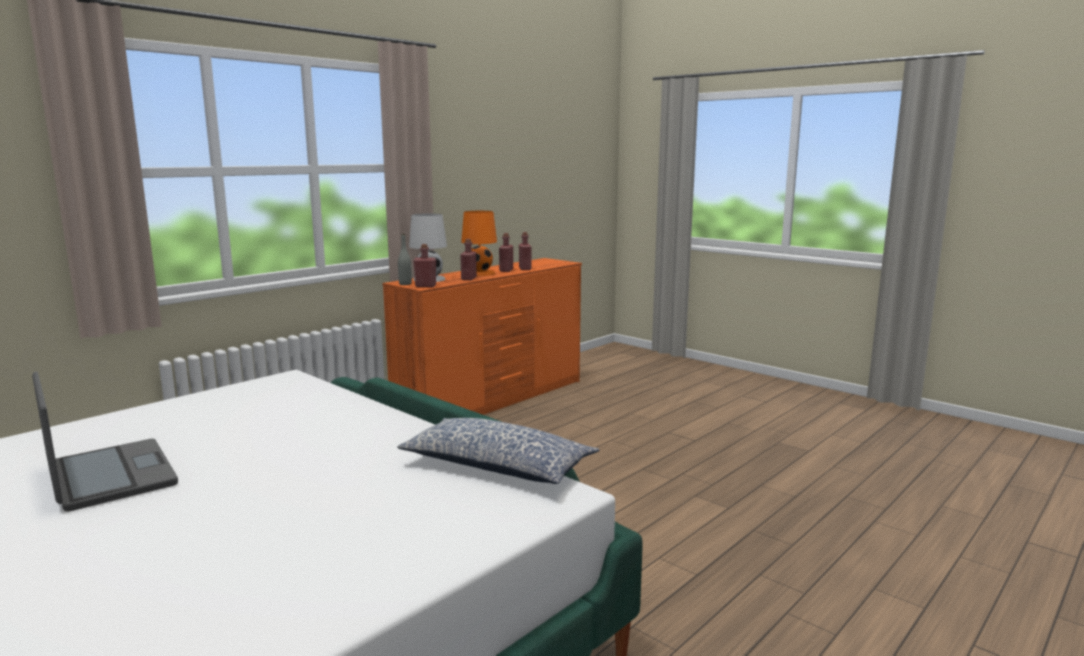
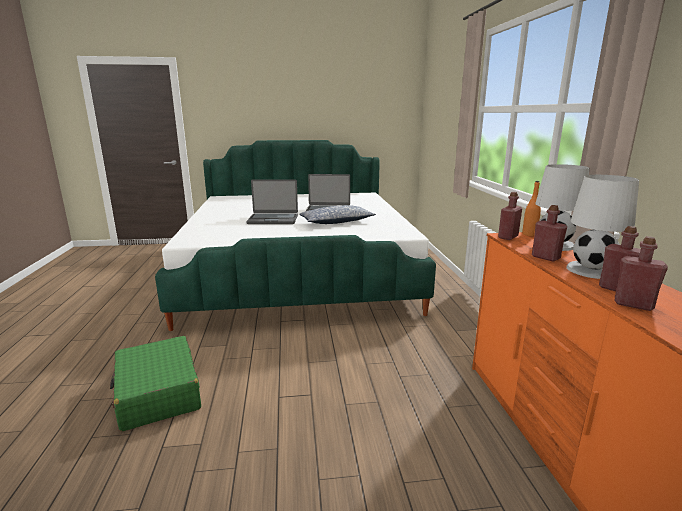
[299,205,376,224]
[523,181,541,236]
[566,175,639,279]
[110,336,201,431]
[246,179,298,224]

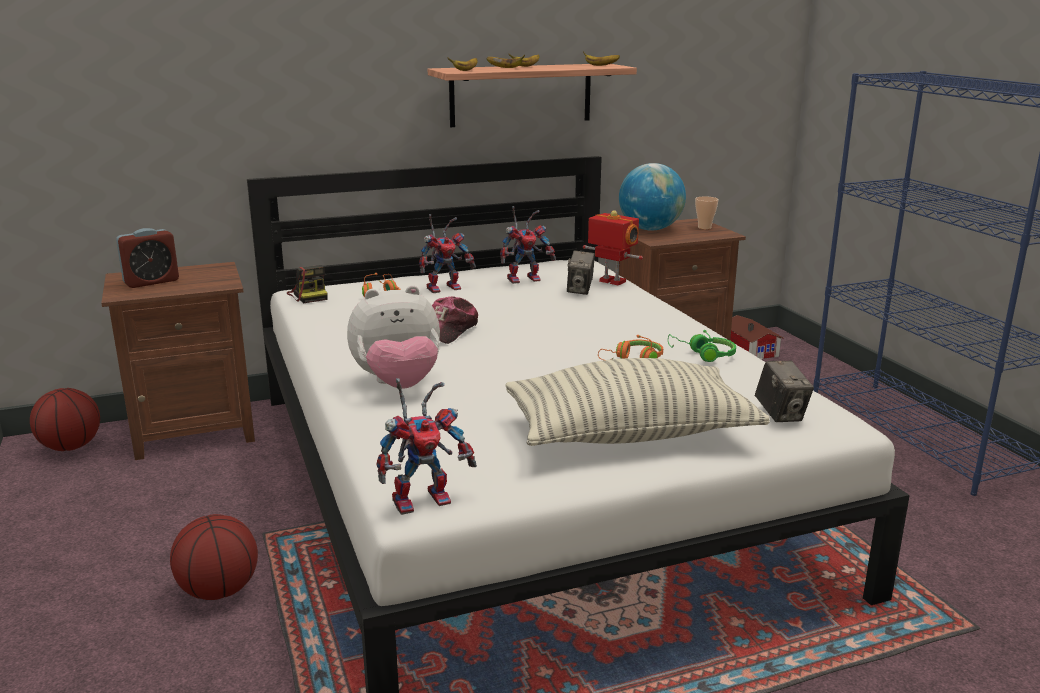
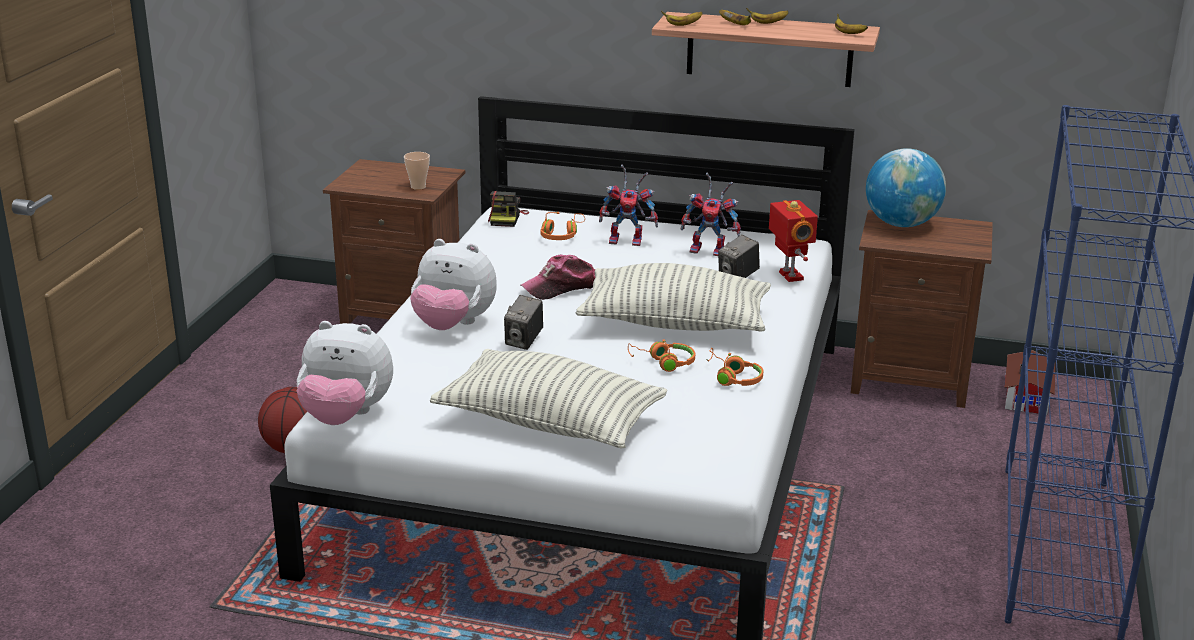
[30,388,100,451] (first image)
[116,228,179,288] (first image)
[297,321,393,425]
[707,348,763,386]
[404,152,430,190]
[504,295,543,350]
[576,263,771,332]

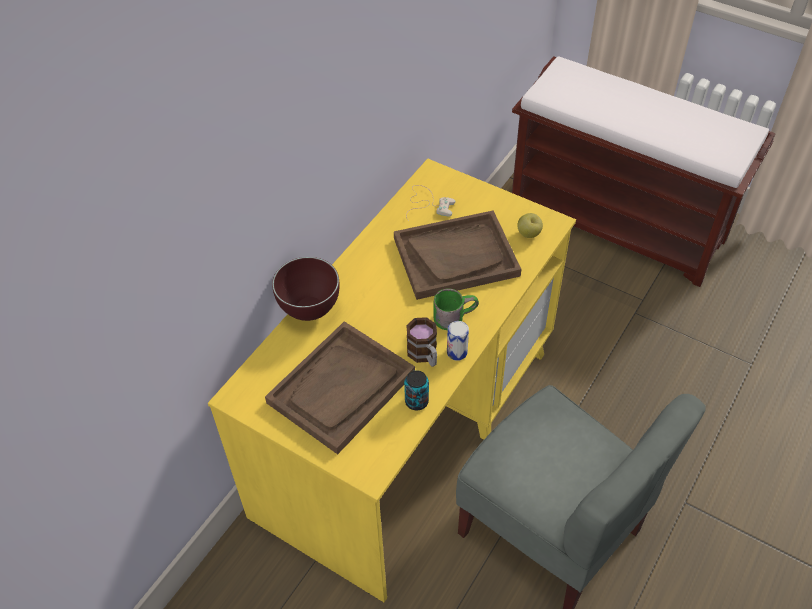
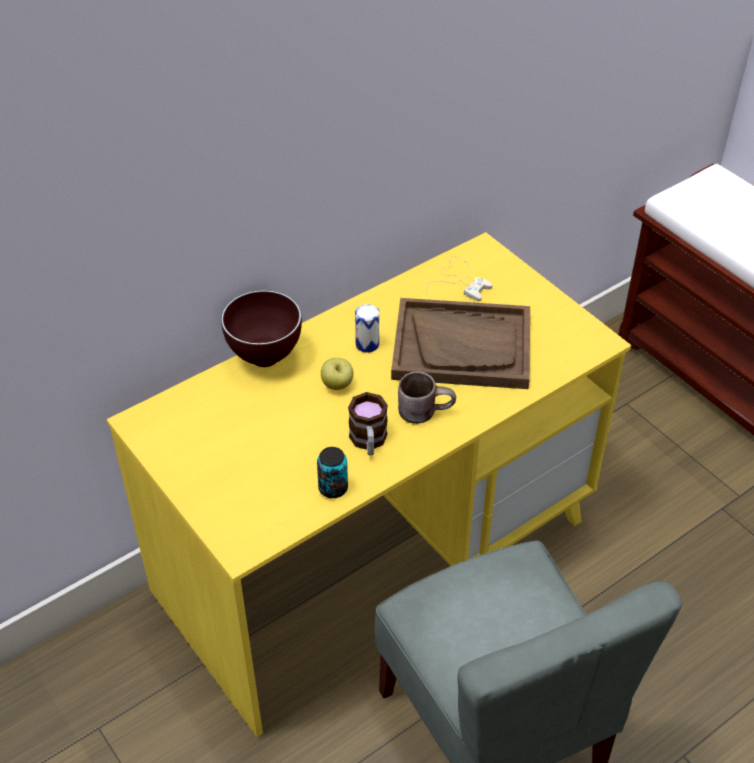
[265,321,415,454] (first image)
[398,371,456,424]
[355,304,379,353]
[321,358,353,390]

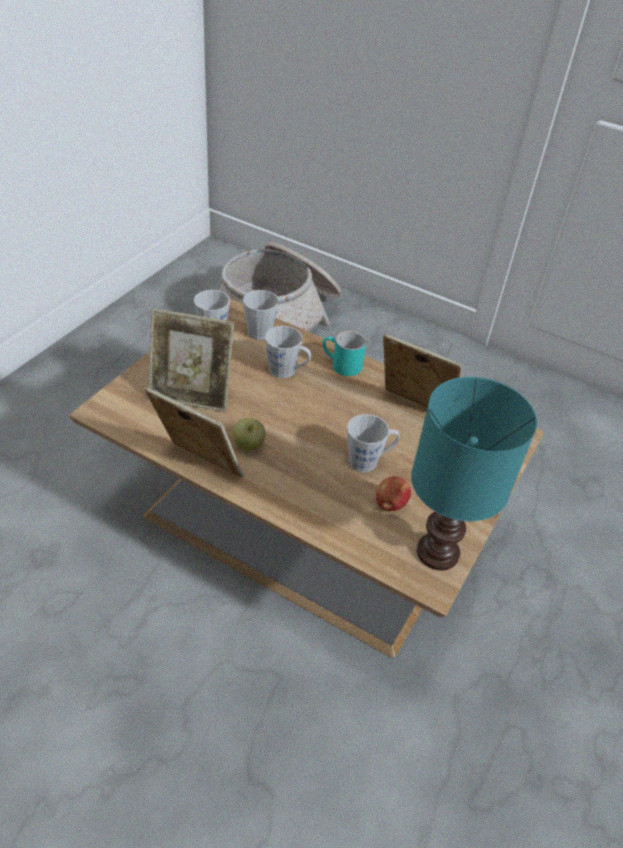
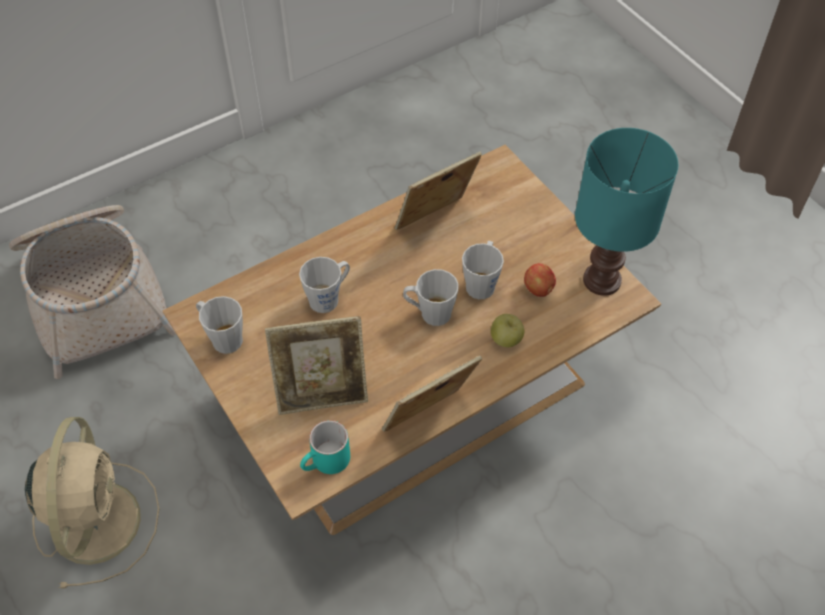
[265,316,368,415]
[491,314,524,347]
[403,269,459,326]
[300,420,350,474]
[25,417,159,589]

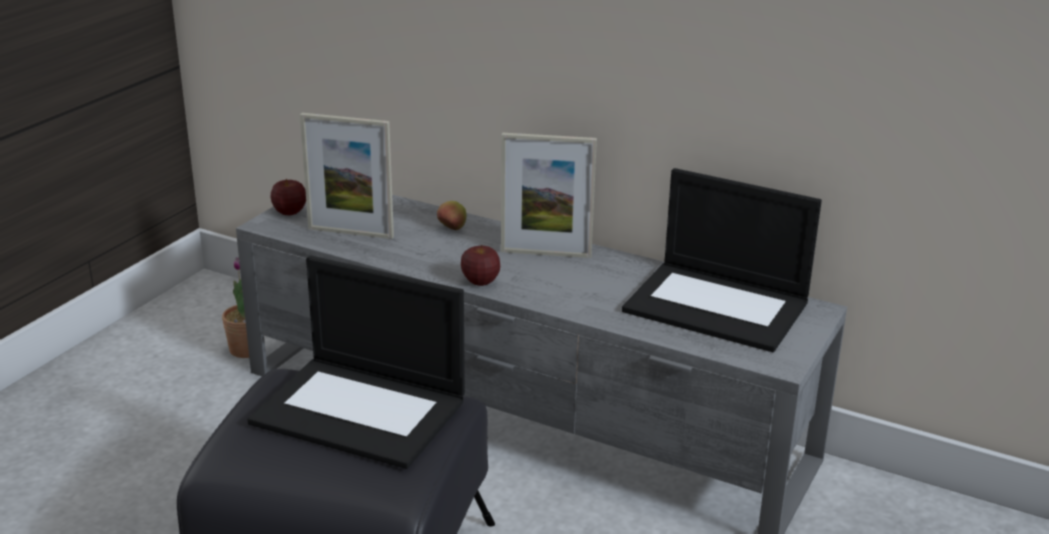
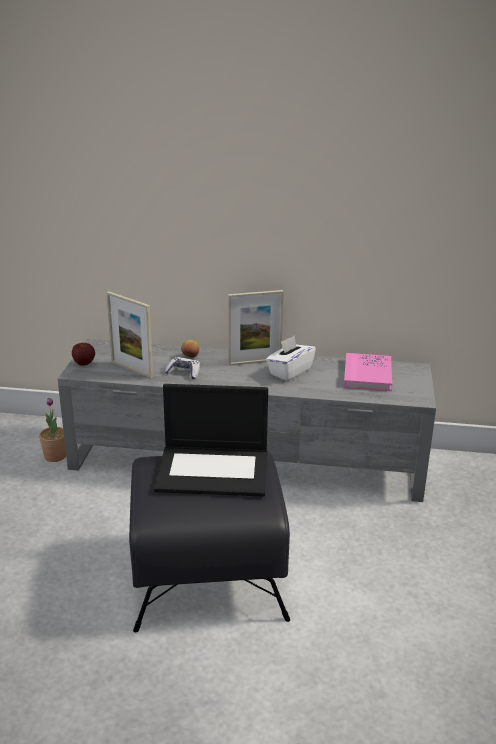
[106,291,153,378]
[461,245,500,286] (first image)
[344,353,392,391]
[165,357,200,379]
[266,335,316,381]

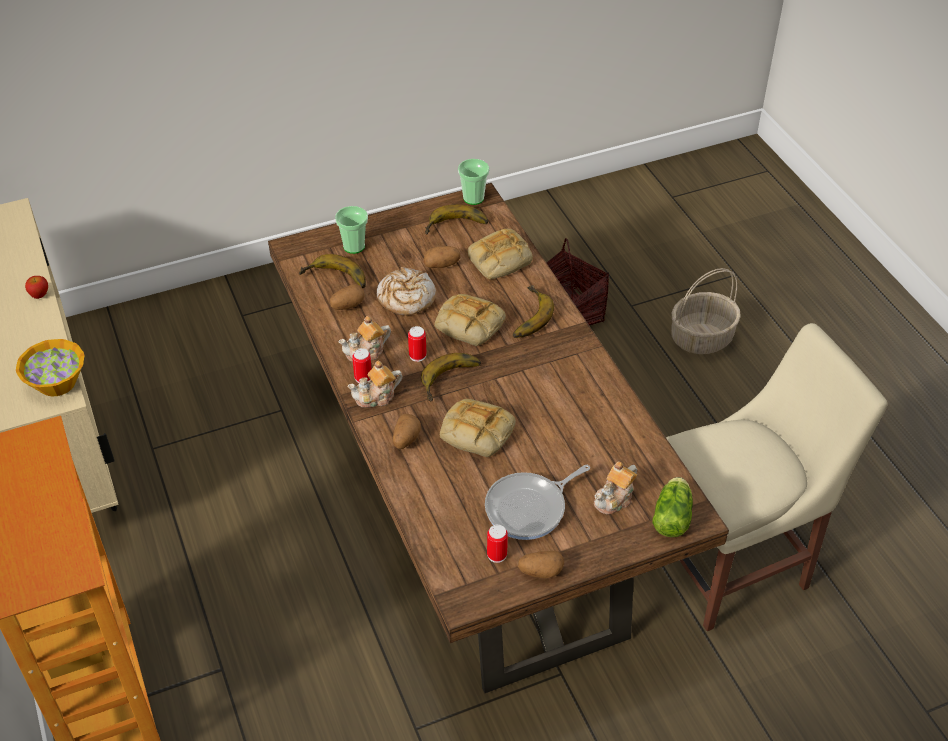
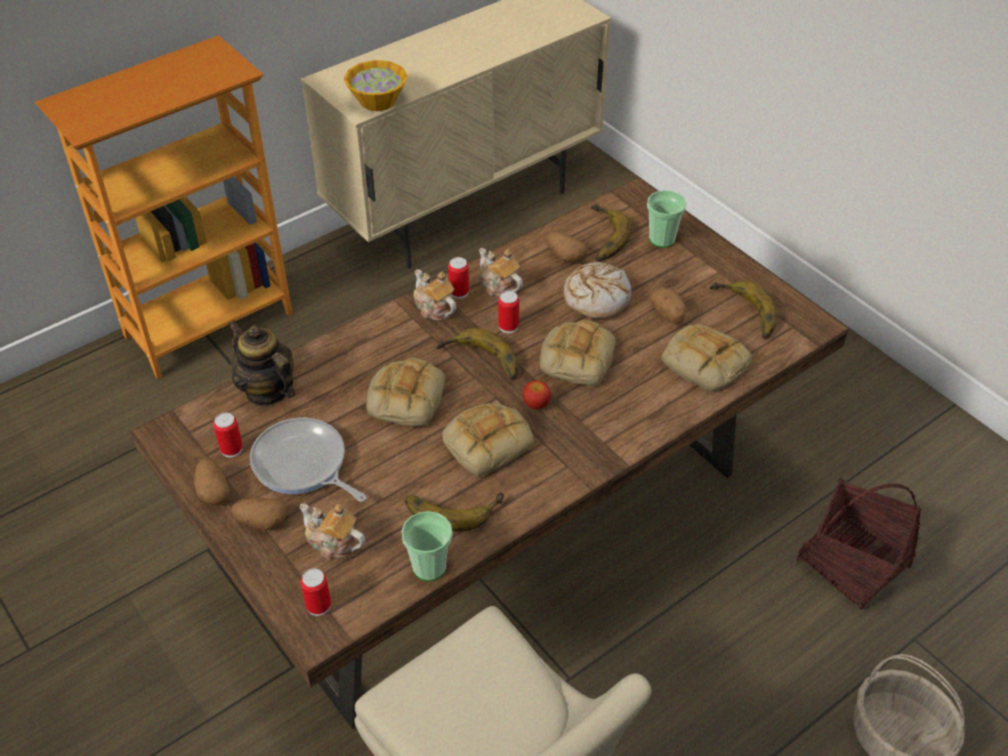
[522,380,551,410]
[232,498,288,530]
[401,511,452,581]
[405,492,504,532]
[301,569,331,616]
[228,320,295,407]
[442,403,534,477]

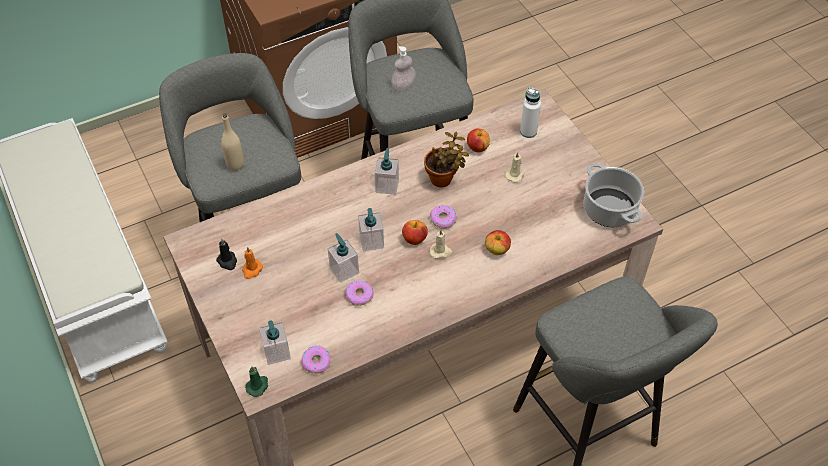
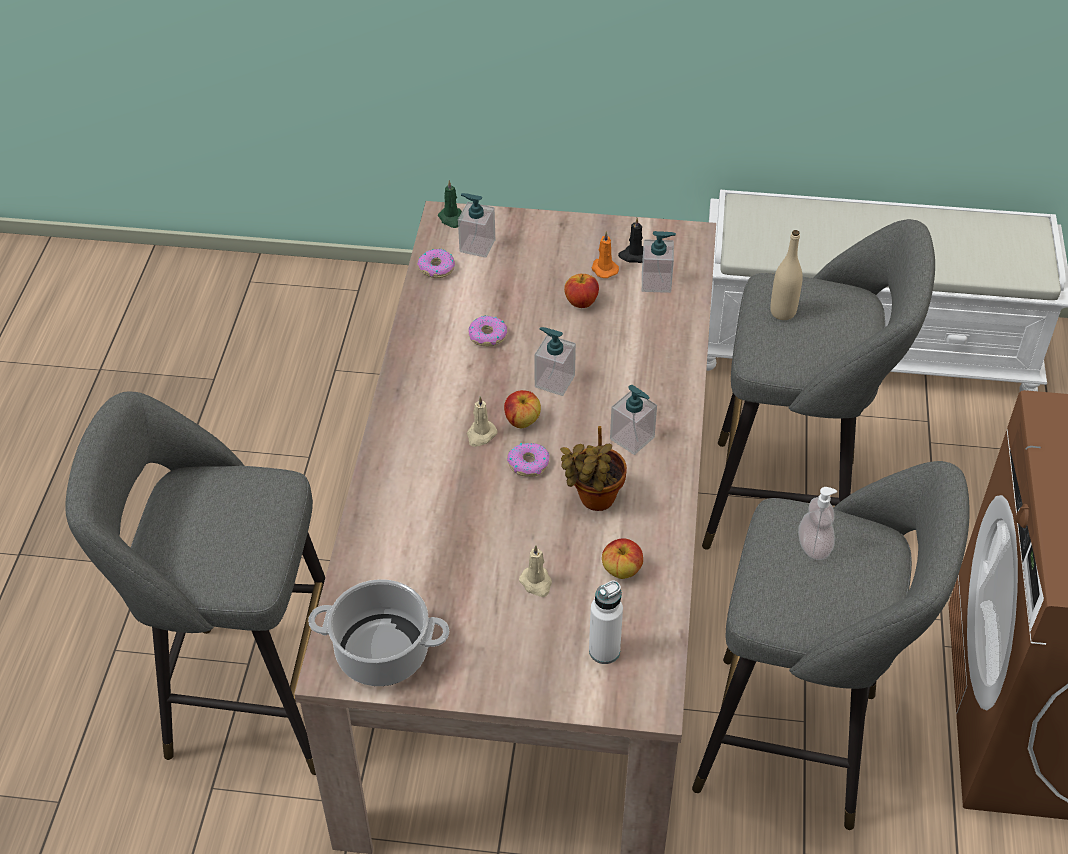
[642,231,676,293]
[564,274,599,308]

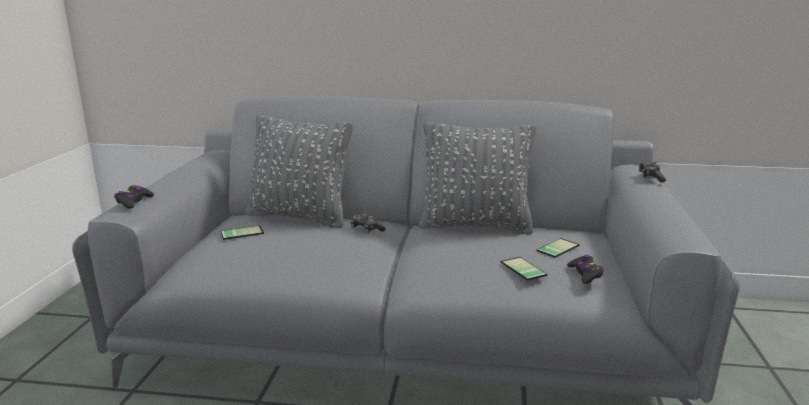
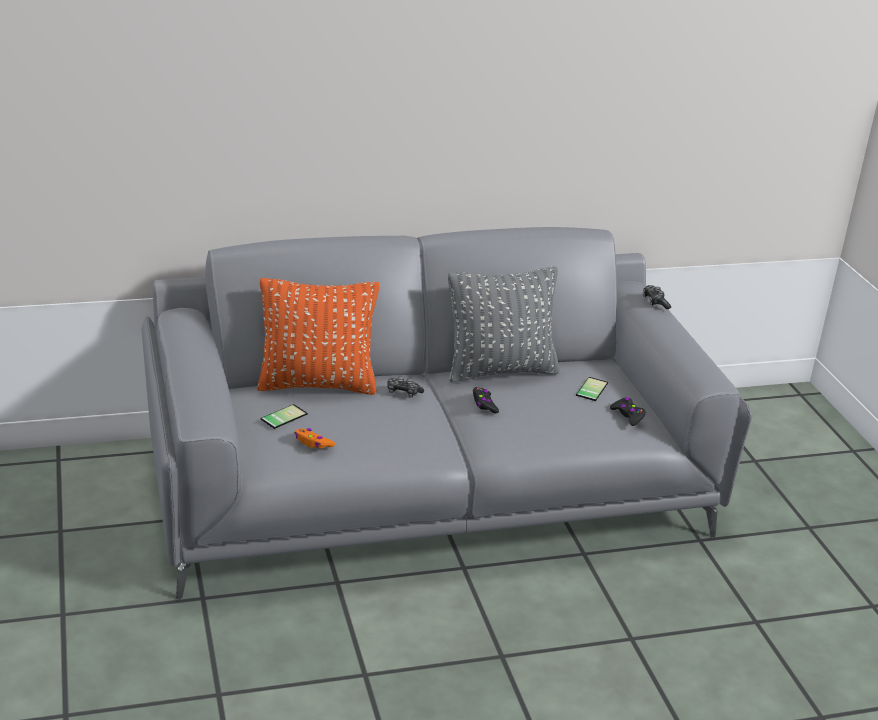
[473,387,499,413]
[257,278,379,395]
[501,257,547,281] (first image)
[295,428,335,449]

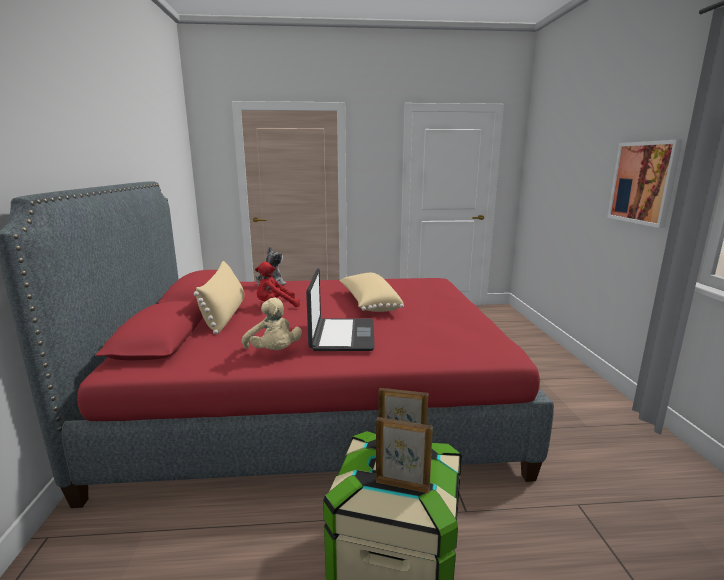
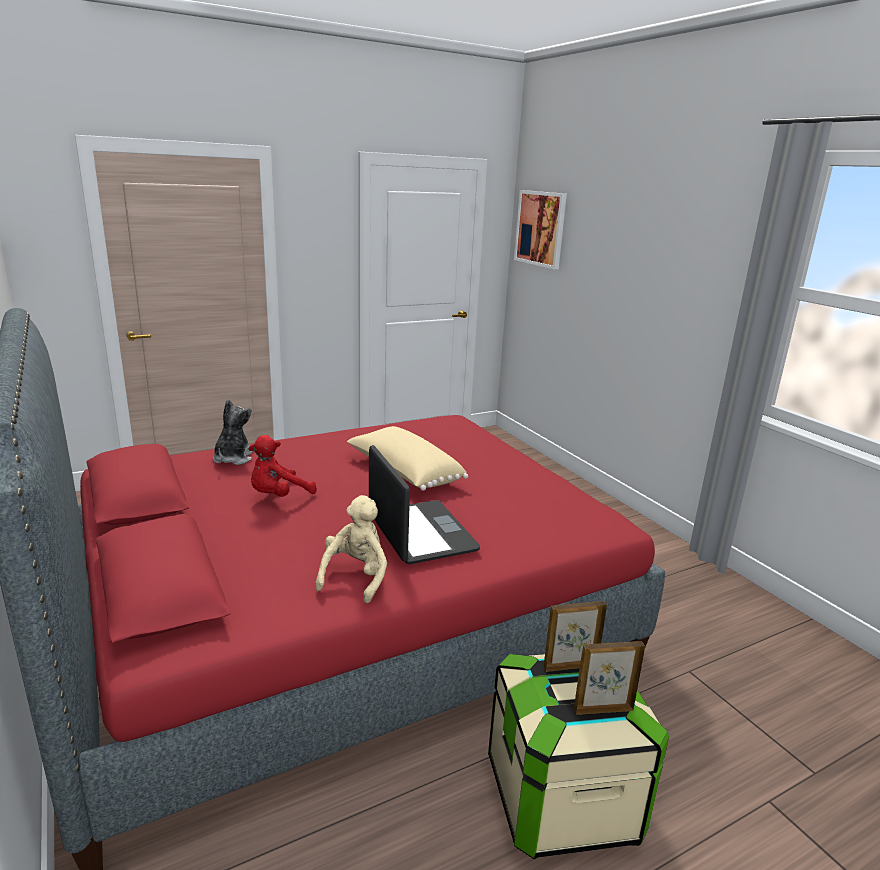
[194,261,244,334] (first image)
[315,495,387,603]
[514,190,567,269]

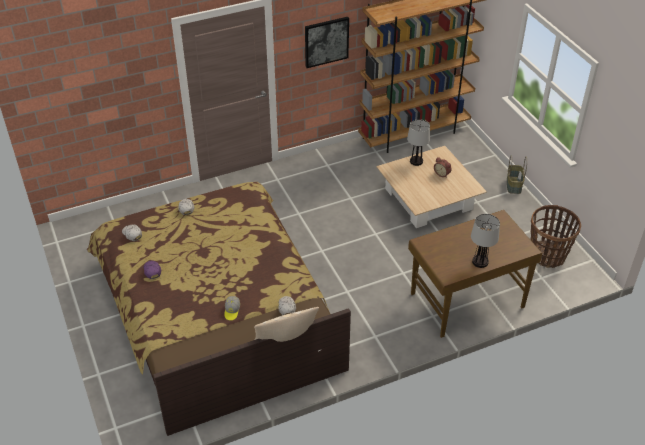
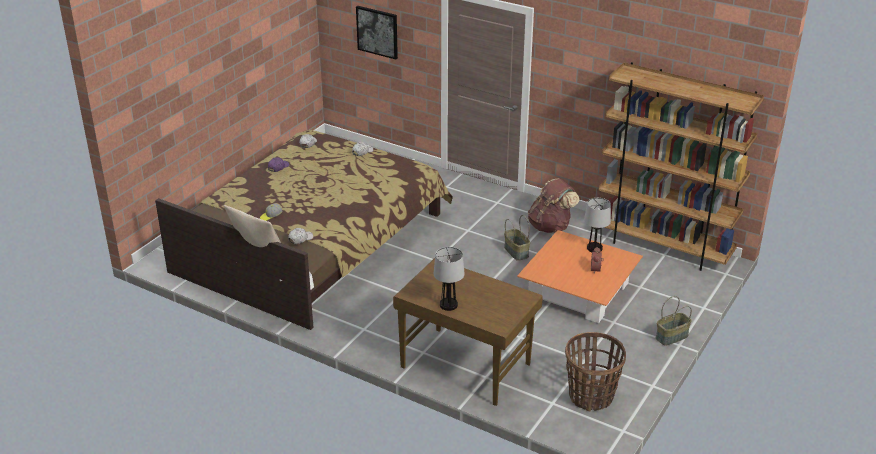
[356,6,398,59]
[517,230,643,323]
[504,215,530,261]
[528,178,579,233]

